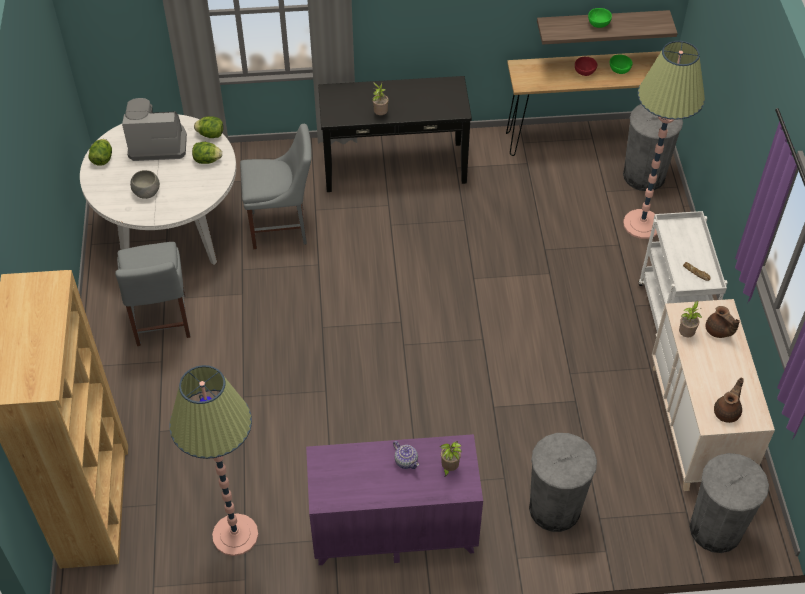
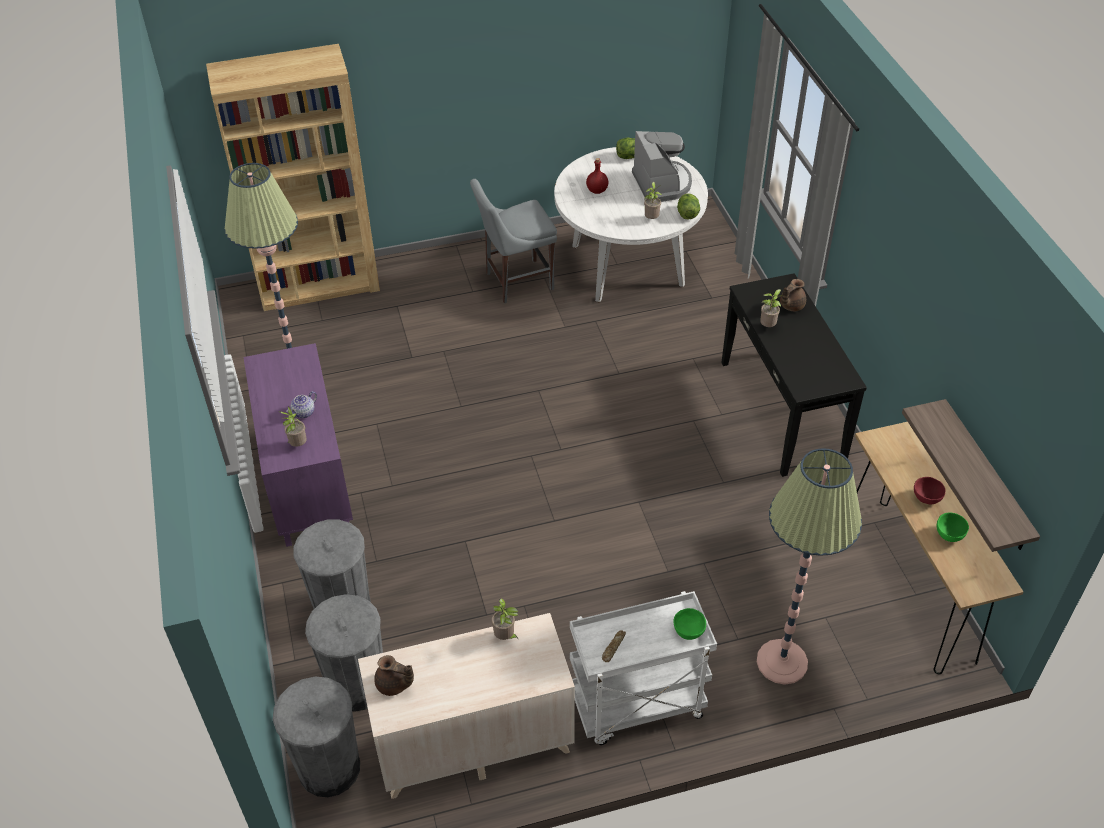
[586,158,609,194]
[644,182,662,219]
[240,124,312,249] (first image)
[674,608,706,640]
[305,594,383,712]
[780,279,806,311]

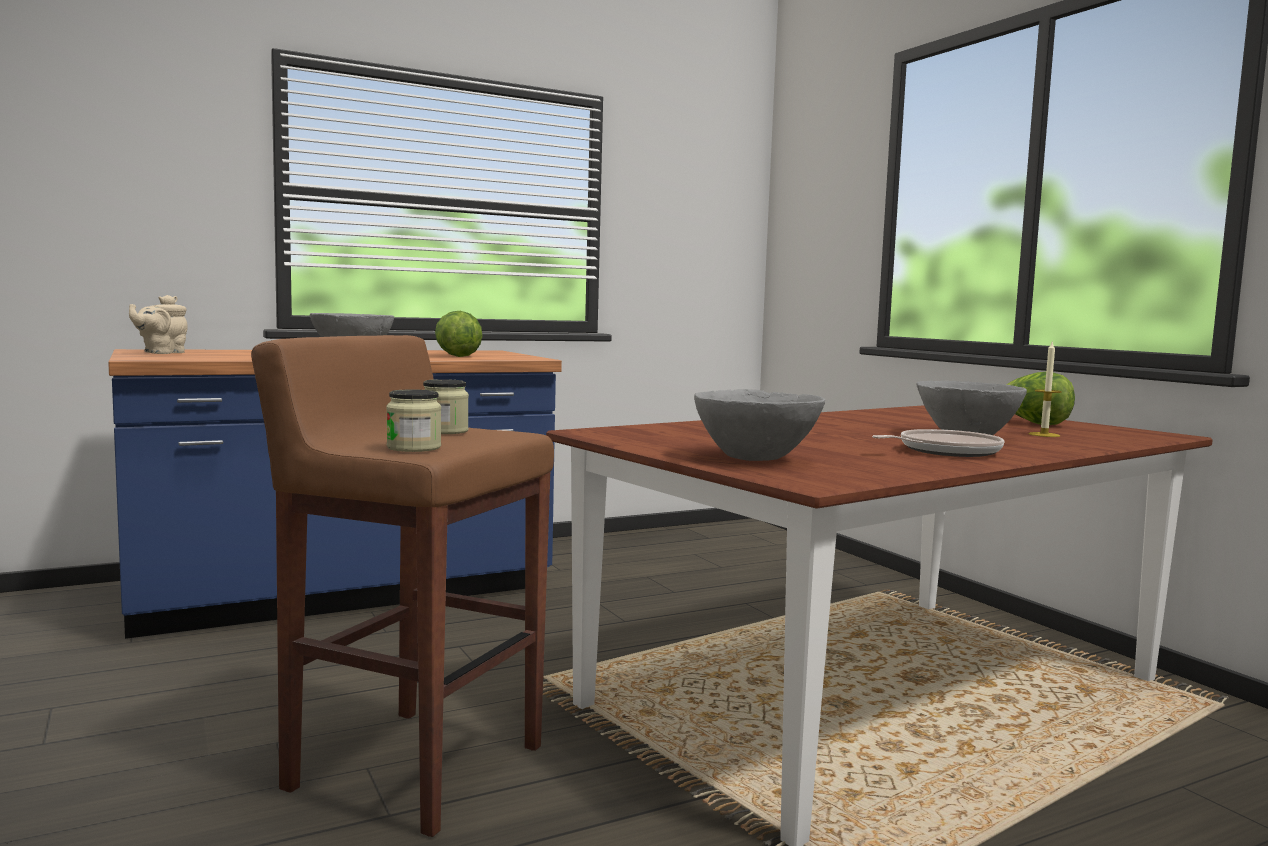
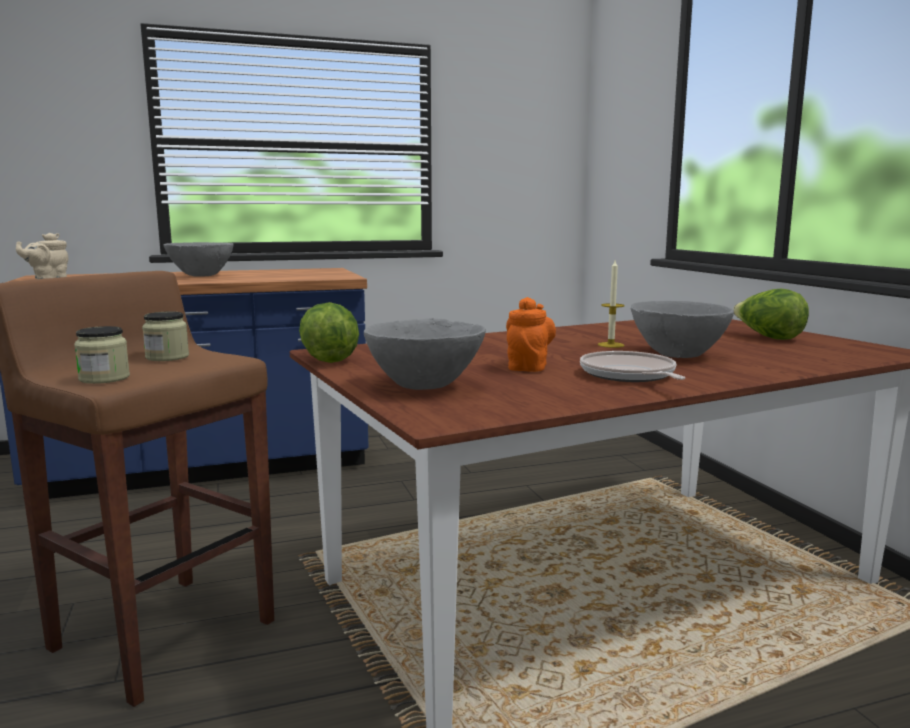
[299,302,359,363]
[580,351,685,382]
[598,260,625,348]
[506,297,556,372]

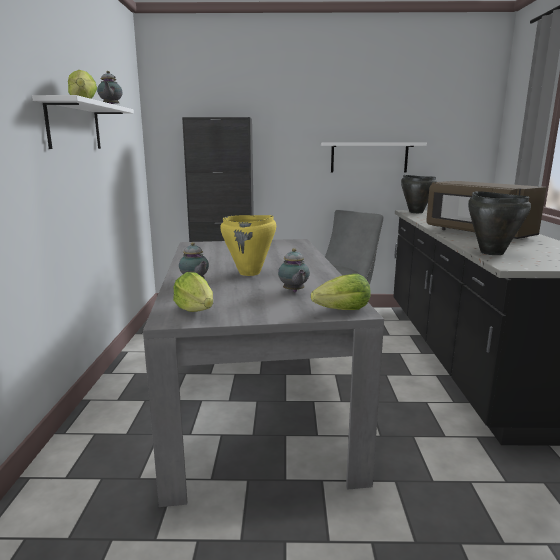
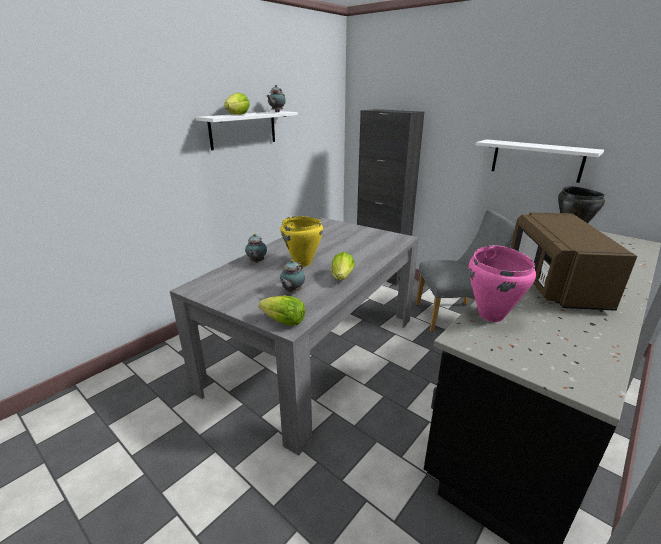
[331,252,355,280]
[469,245,536,322]

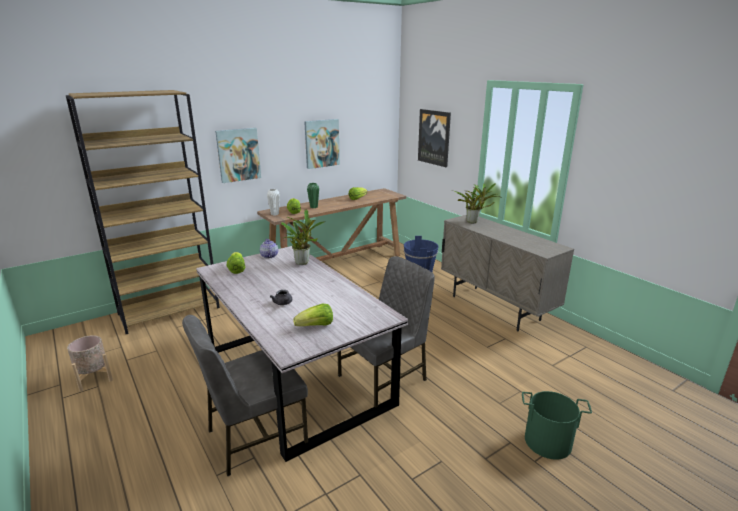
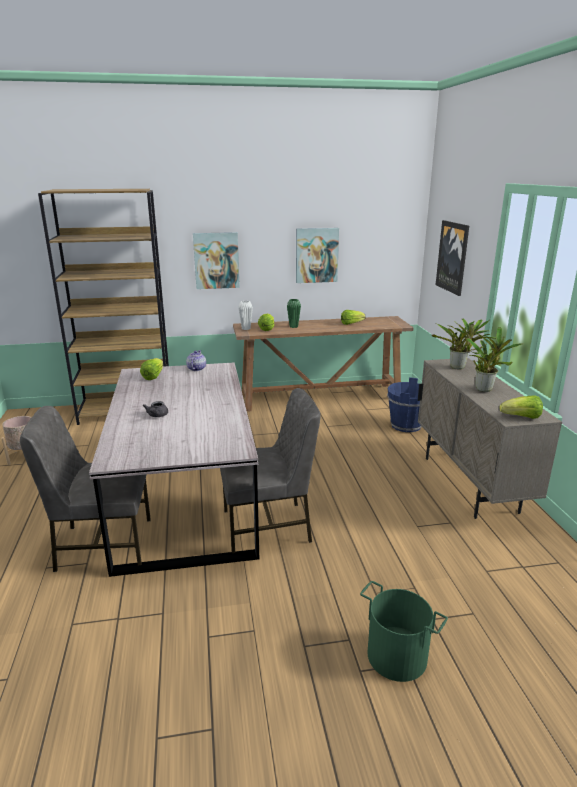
[467,327,522,392]
[499,396,543,419]

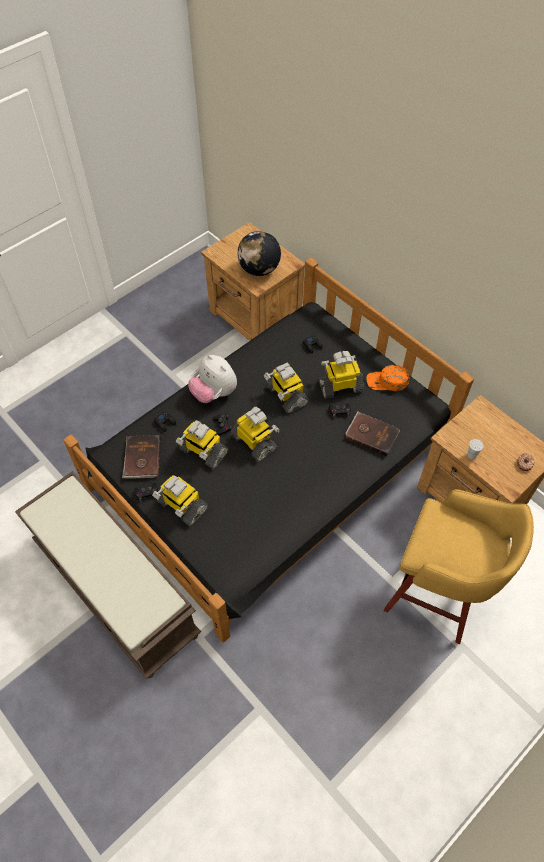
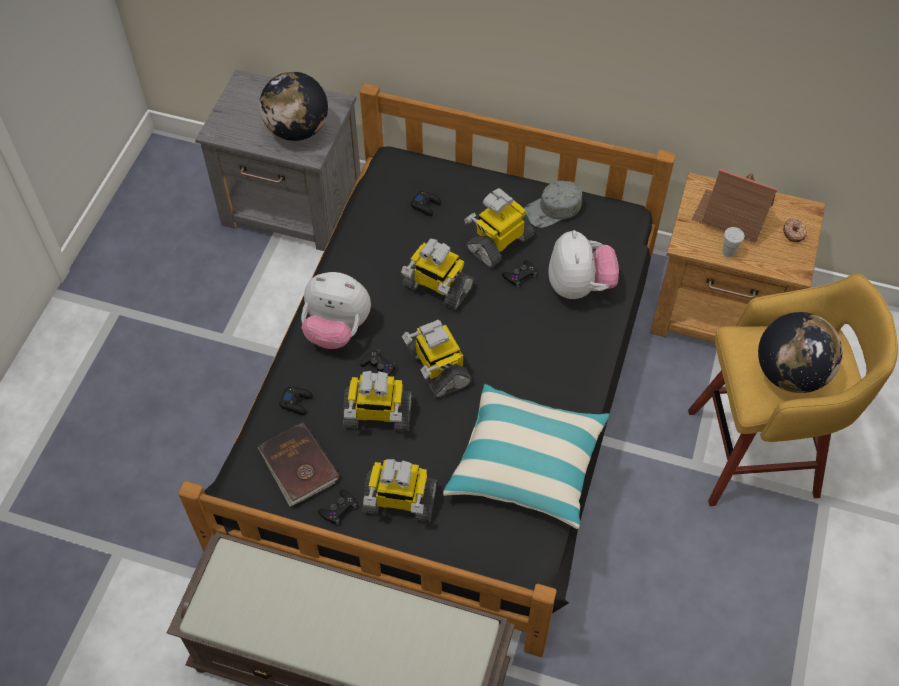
[195,69,361,251]
[402,320,472,399]
[548,230,619,299]
[524,180,582,228]
[443,384,609,529]
[692,168,778,243]
[758,312,843,393]

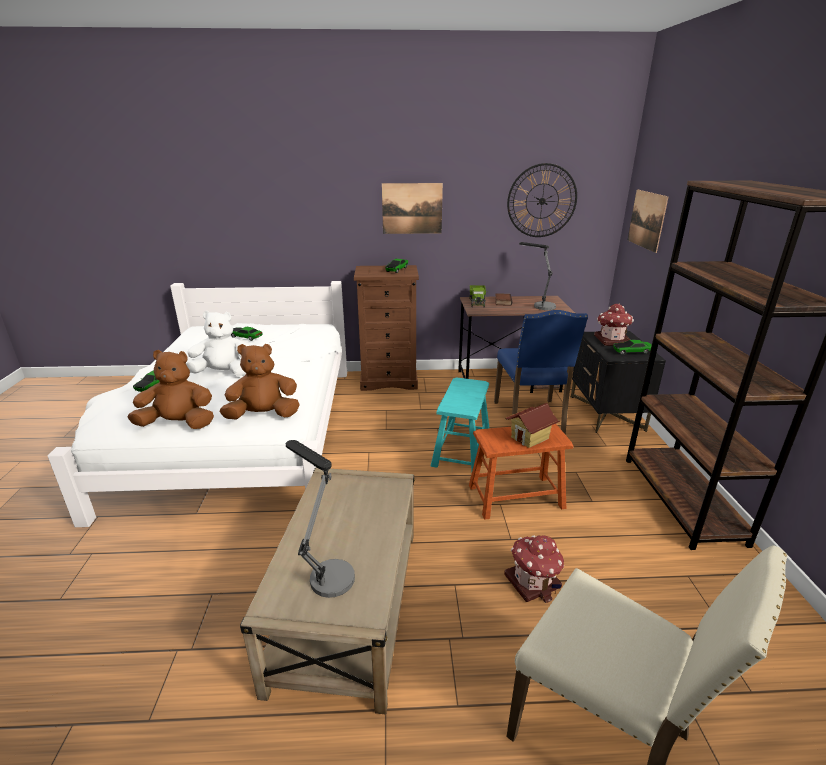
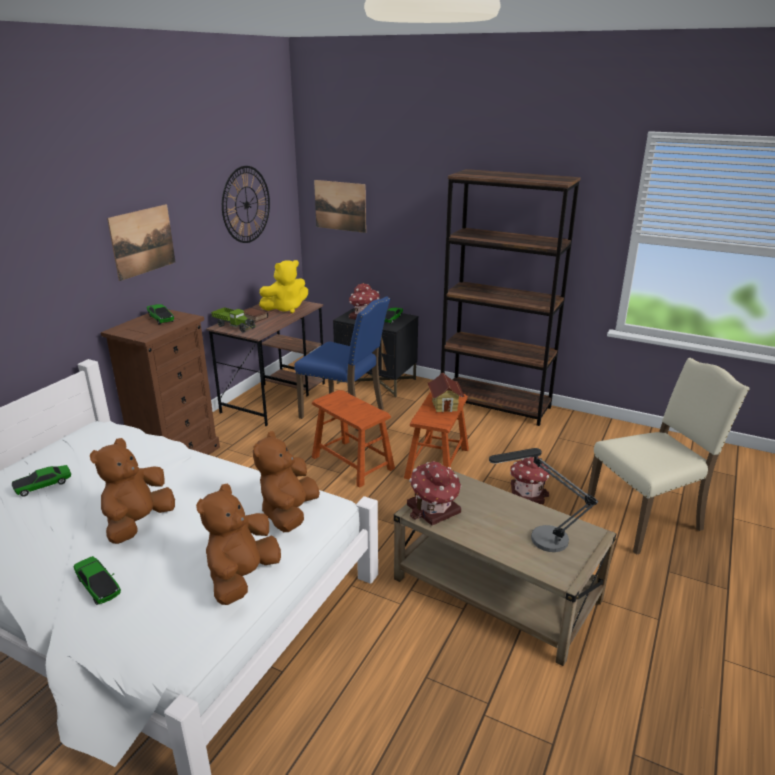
[90,438,175,544]
[312,390,395,488]
[259,260,308,313]
[407,461,462,526]

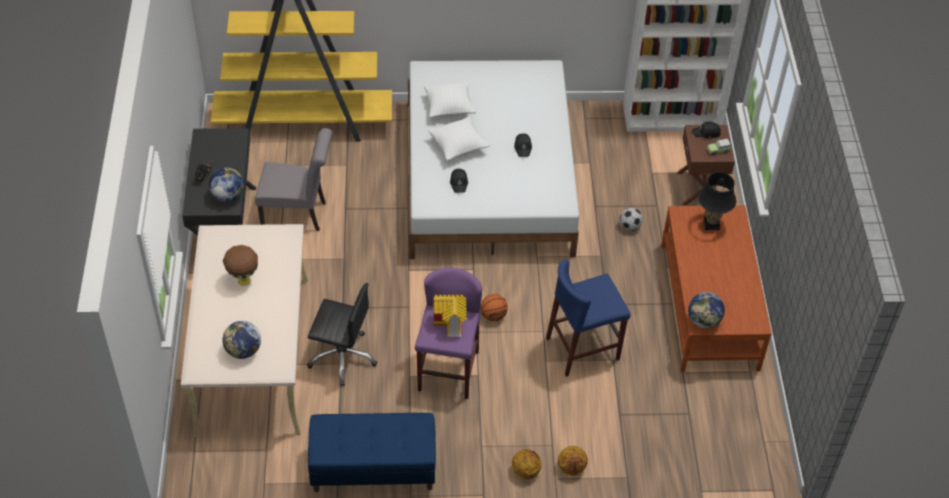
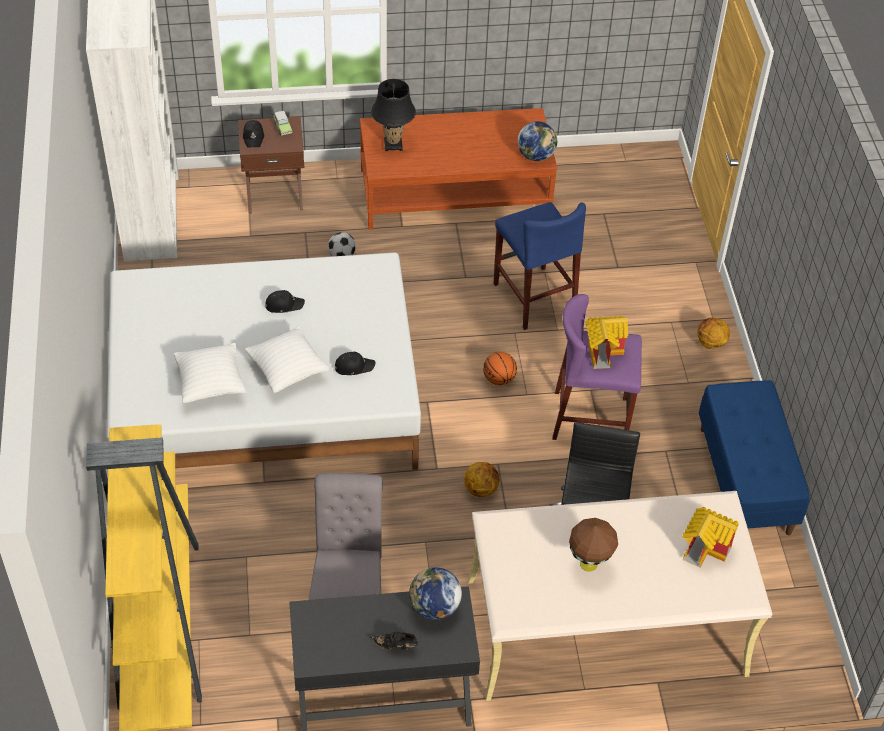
[682,507,739,567]
[464,462,500,497]

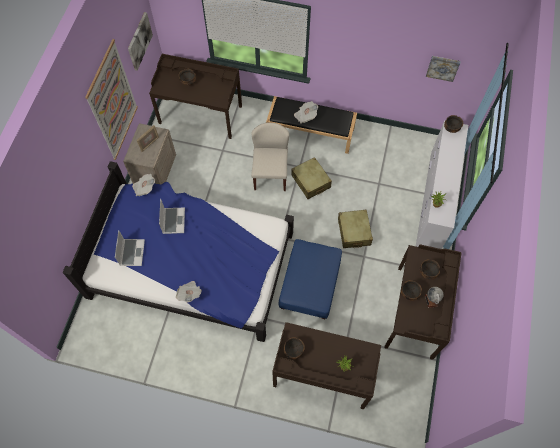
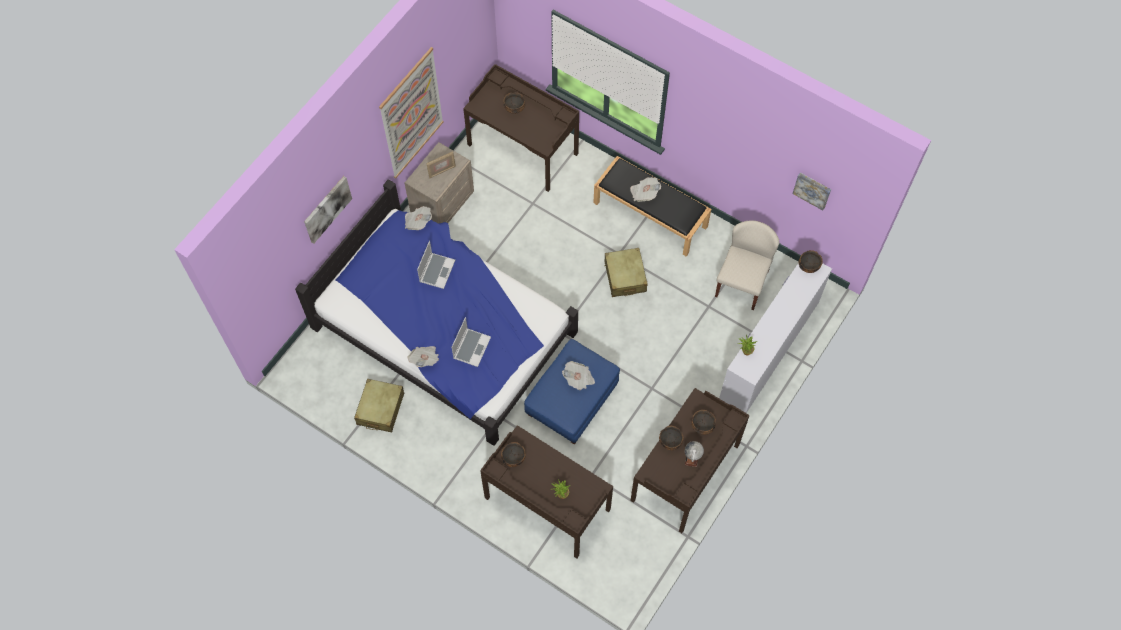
[452,317,491,367]
[304,176,352,243]
[715,220,780,310]
[354,379,404,432]
[562,361,595,390]

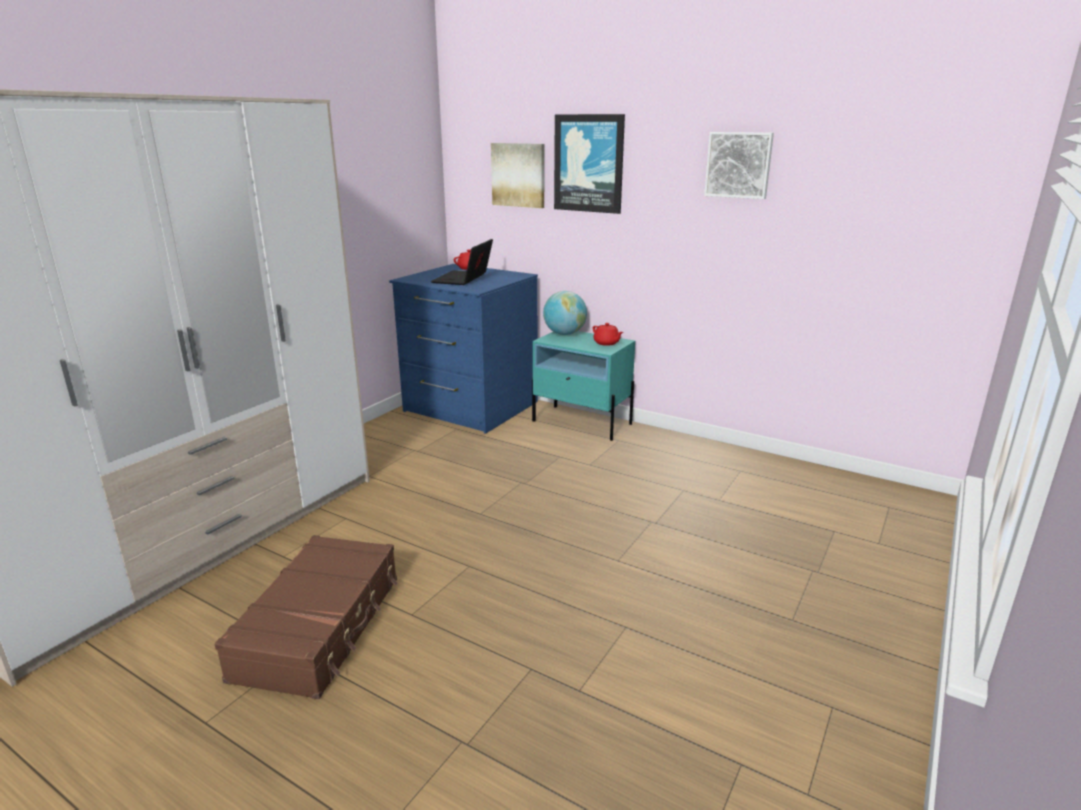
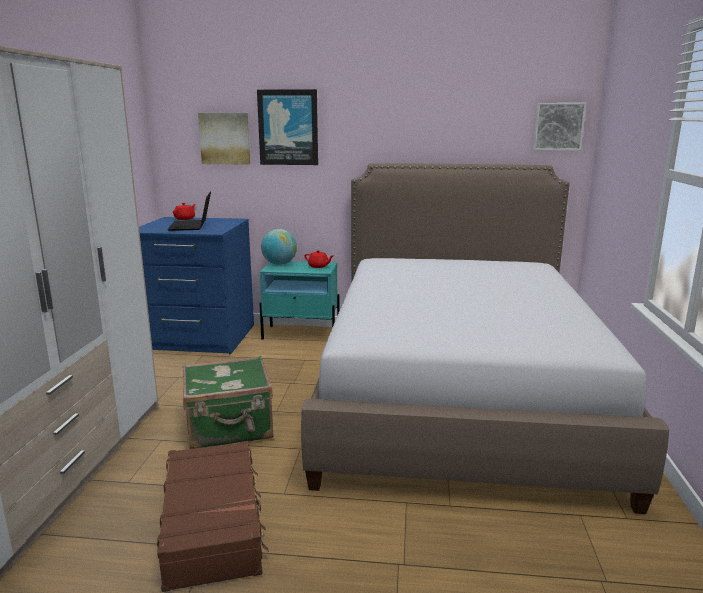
[533,103,586,151]
[183,356,273,449]
[301,163,669,514]

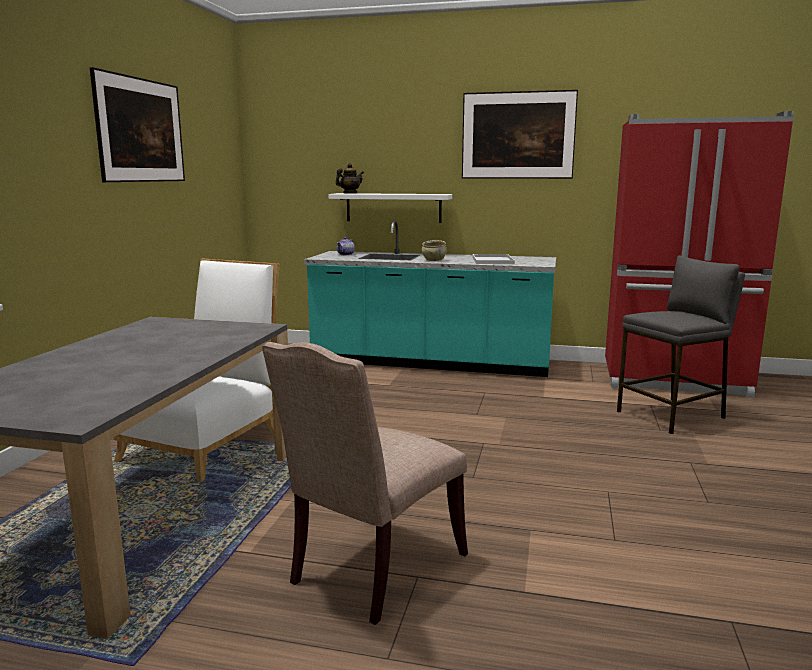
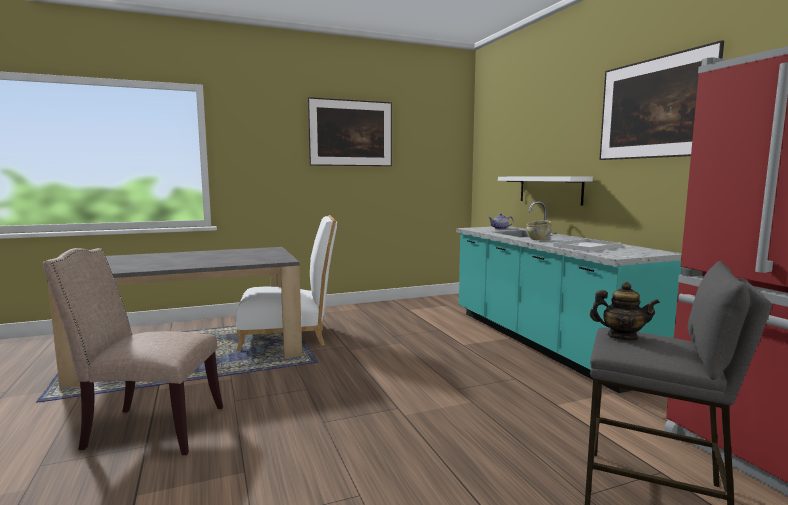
[590,282,660,340]

